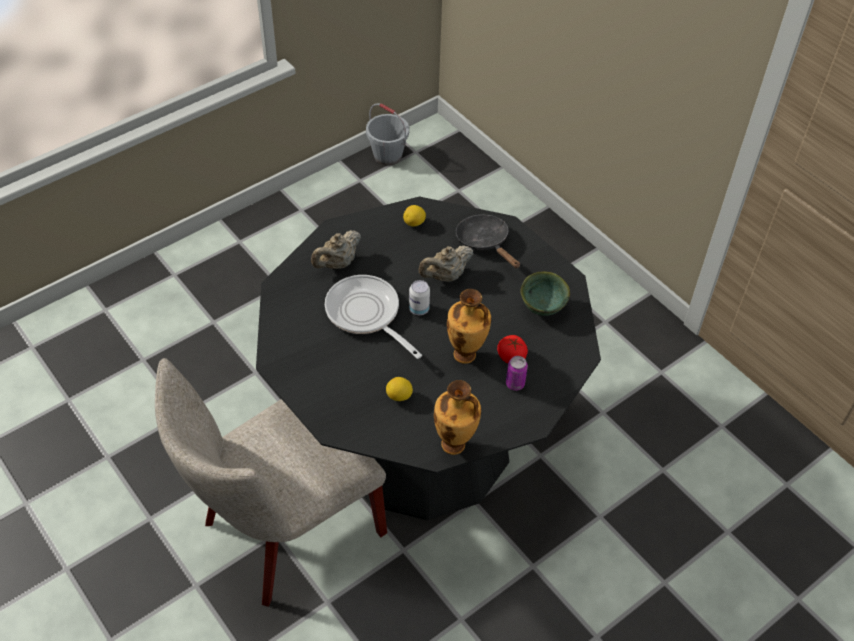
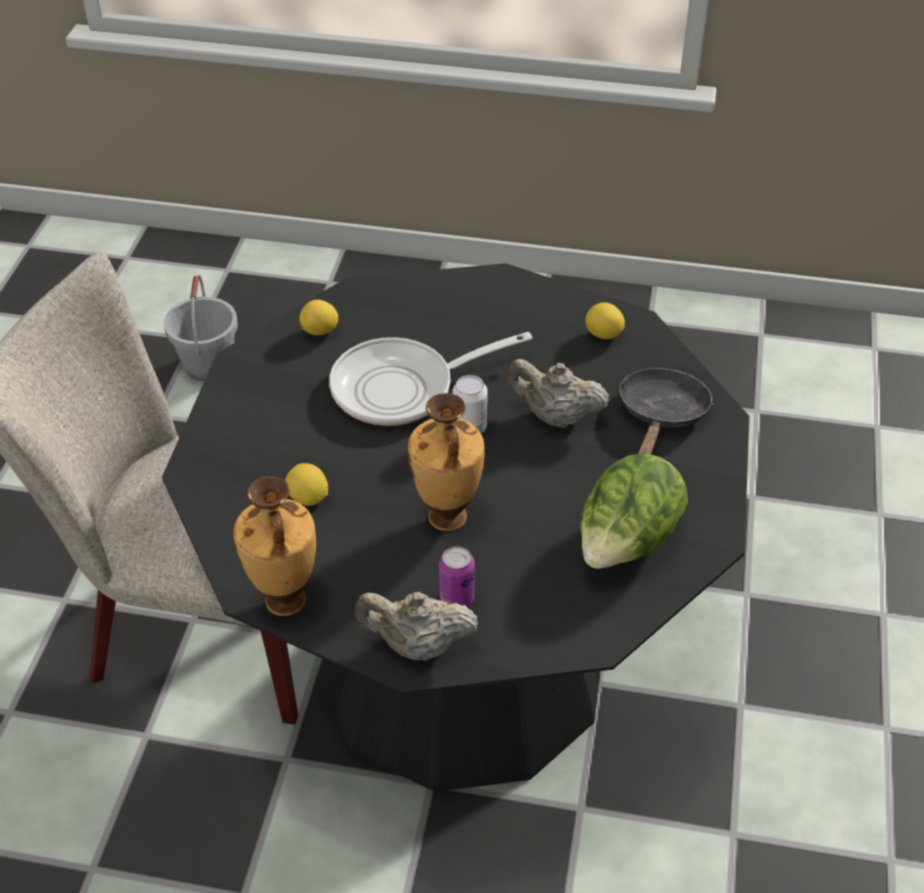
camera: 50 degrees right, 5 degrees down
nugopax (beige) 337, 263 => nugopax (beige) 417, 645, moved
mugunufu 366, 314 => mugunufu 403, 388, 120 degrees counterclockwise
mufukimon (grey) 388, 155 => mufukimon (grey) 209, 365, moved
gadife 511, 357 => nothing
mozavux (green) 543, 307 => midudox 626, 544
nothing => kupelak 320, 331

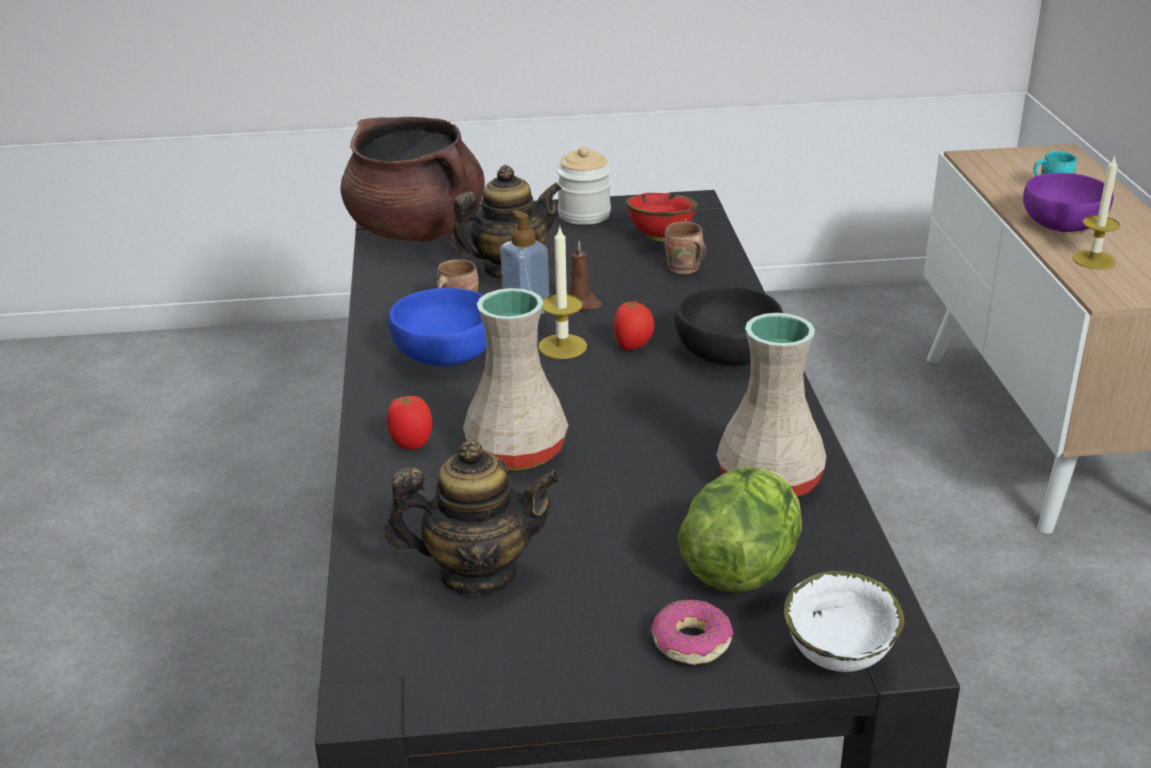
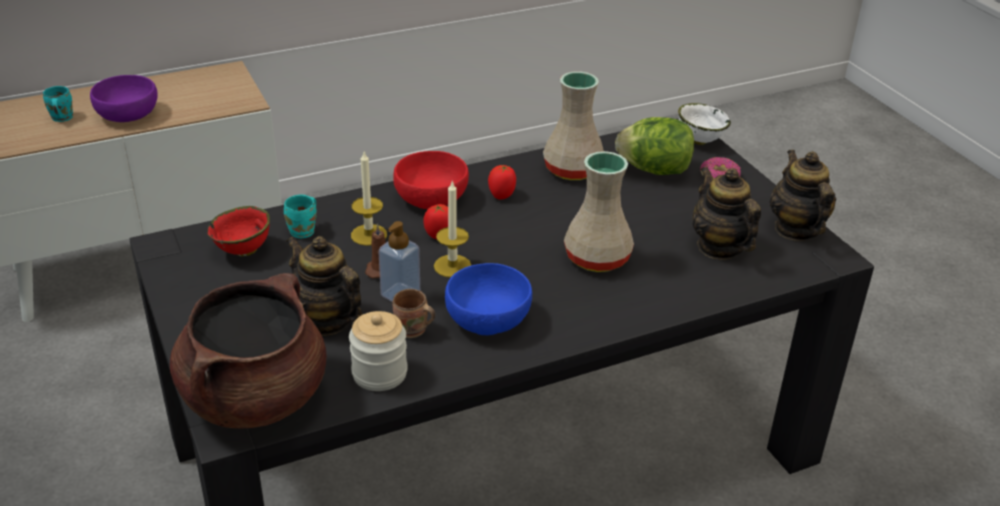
camera: 110 degrees left, 5 degrees up
gadife 411, 444 => gadife 502, 195, moved
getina 584, 215 => getina 379, 373, moved
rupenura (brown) 683, 270 => rupenura (turquoise) 304, 231
mozavux (black) 728, 353 => mozavux (red) 432, 197
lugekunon 1094, 260 => lugekunon 369, 235, moved
nothing => nugopax 796, 229

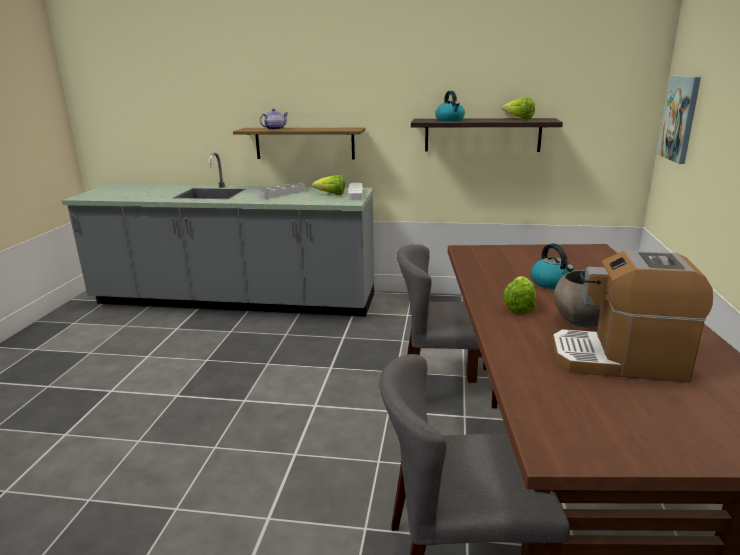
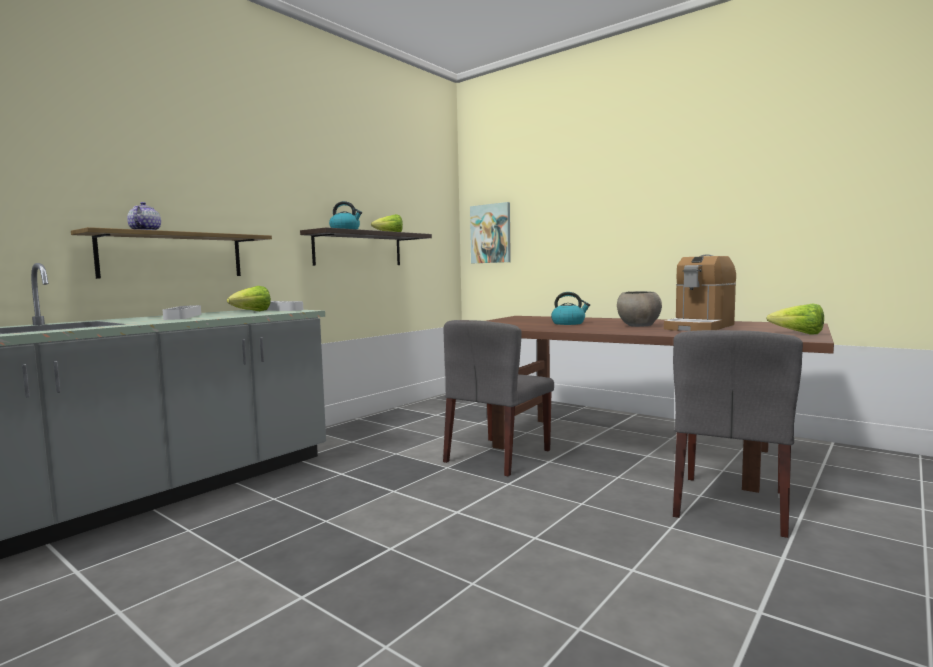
camera: 60 degrees left, 15 degrees down
midudox 518, 306 => midudox 798, 334, moved

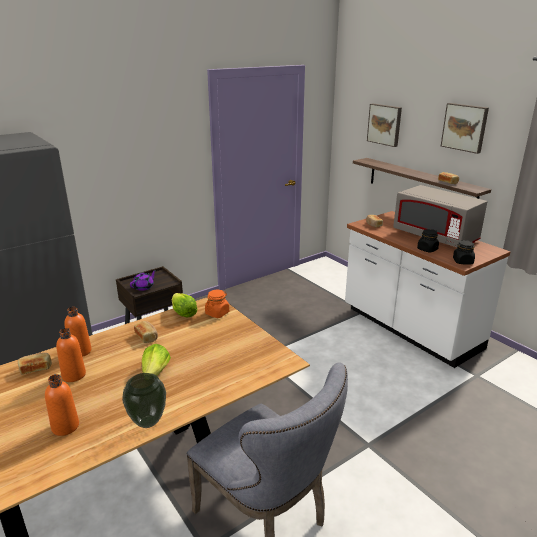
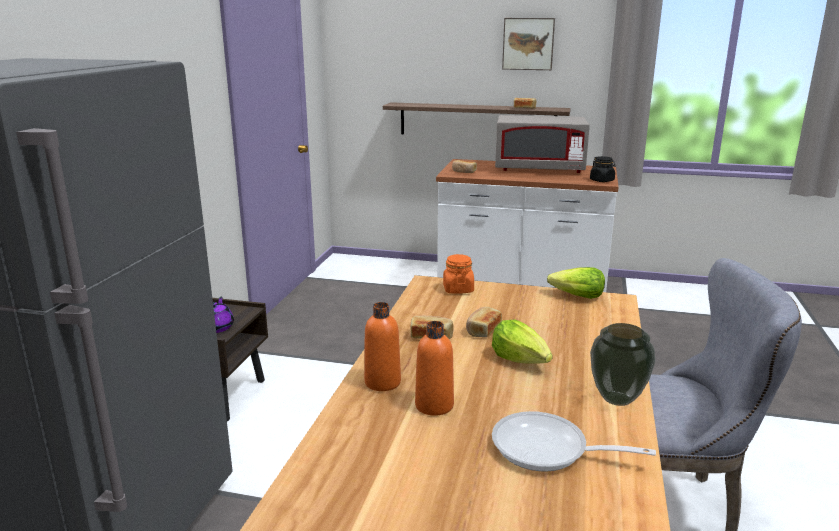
camera: 40 degrees left, 5 degrees down
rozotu 36, 368 => rozotu 482, 330, moved
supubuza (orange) 65, 426 => mugunufu 548, 450
midudox 183, 313 => midudox 577, 296, moved
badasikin 385, 124 => nothing
getina (black) 427, 249 => nothing

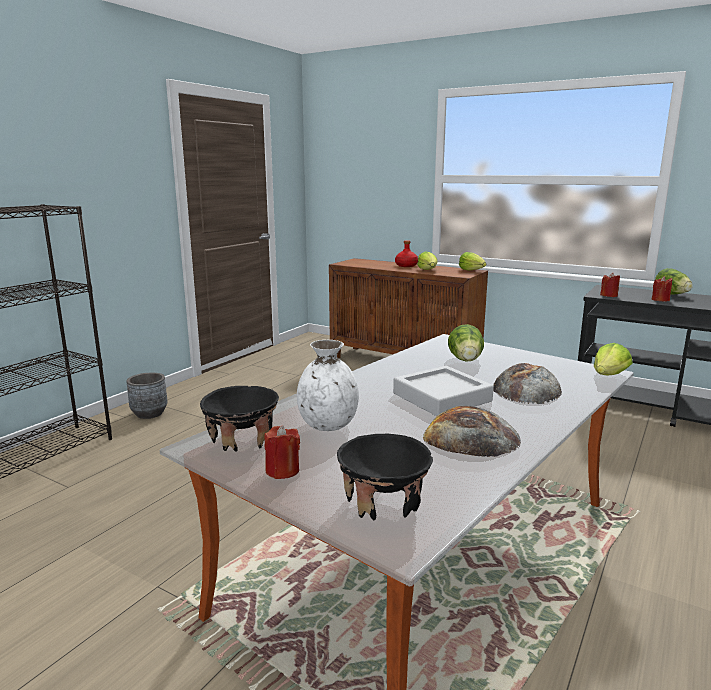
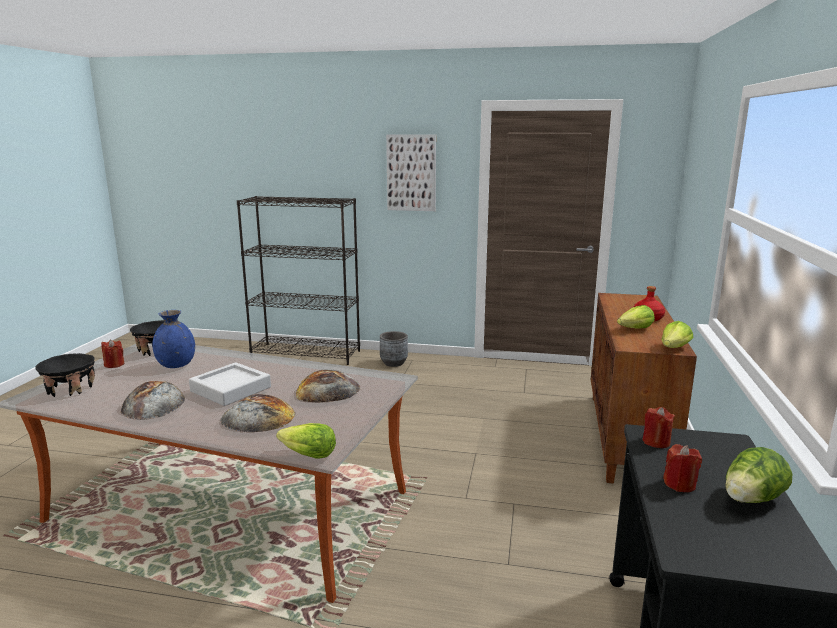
camera: 70 degrees right, 0 degrees up
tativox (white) 328, 425 => tativox (blue) 176, 365
midudox 466, 361 => rozotu 327, 390
nothing => badasikin 411, 173

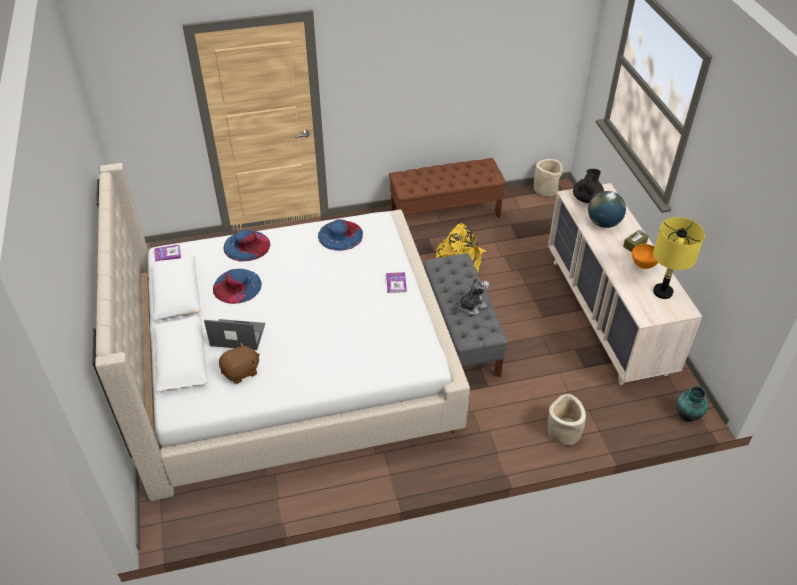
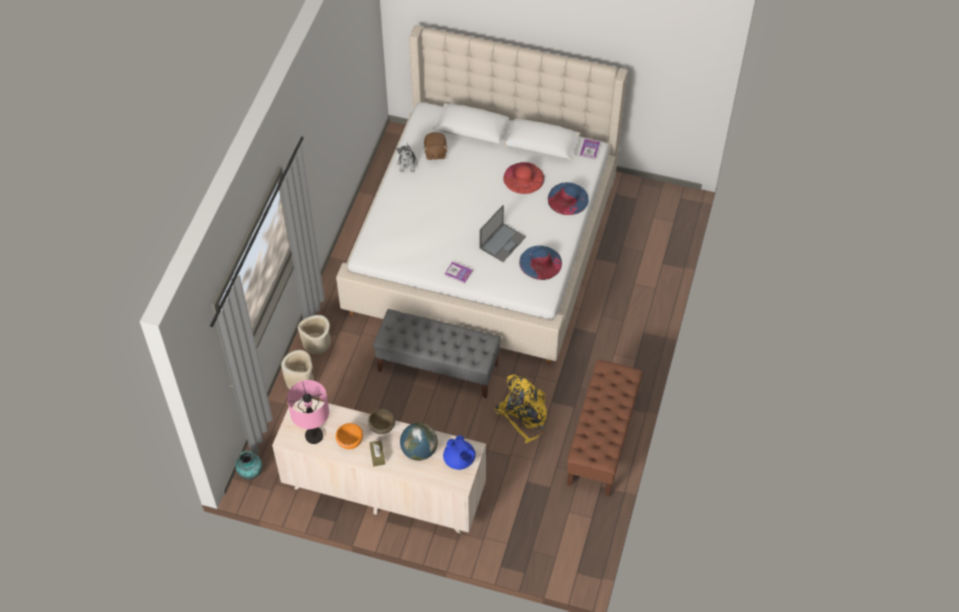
camera: 120 degrees right, 10 degrees up
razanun 237, 335 => razanun 502, 242, moved
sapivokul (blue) 237, 286 => sapivokul (red) 523, 178
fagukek 471, 306 => fagukek 407, 164, moved
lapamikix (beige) 546, 189 => lapamikix (beige) 316, 344, moved
nugopax (black) 587, 198 => nugopax (blue) 459, 460
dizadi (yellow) 662, 292 => dizadi (pink) 314, 436
nothing => mozavux (brown) 382, 428

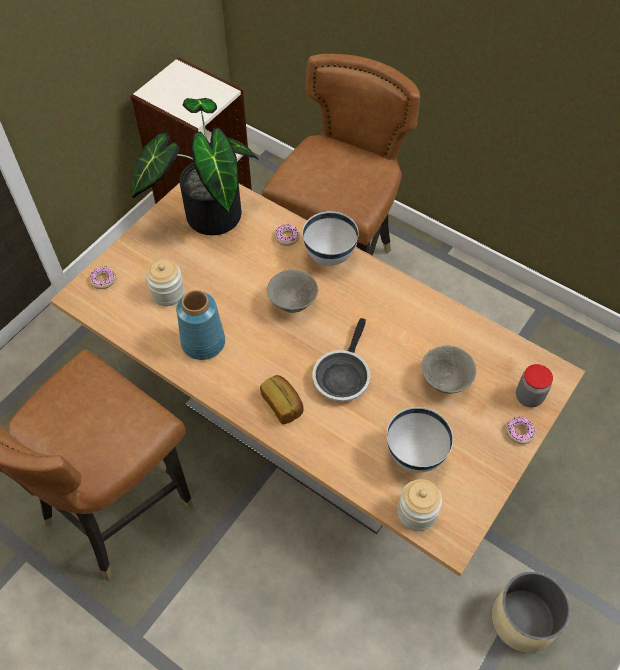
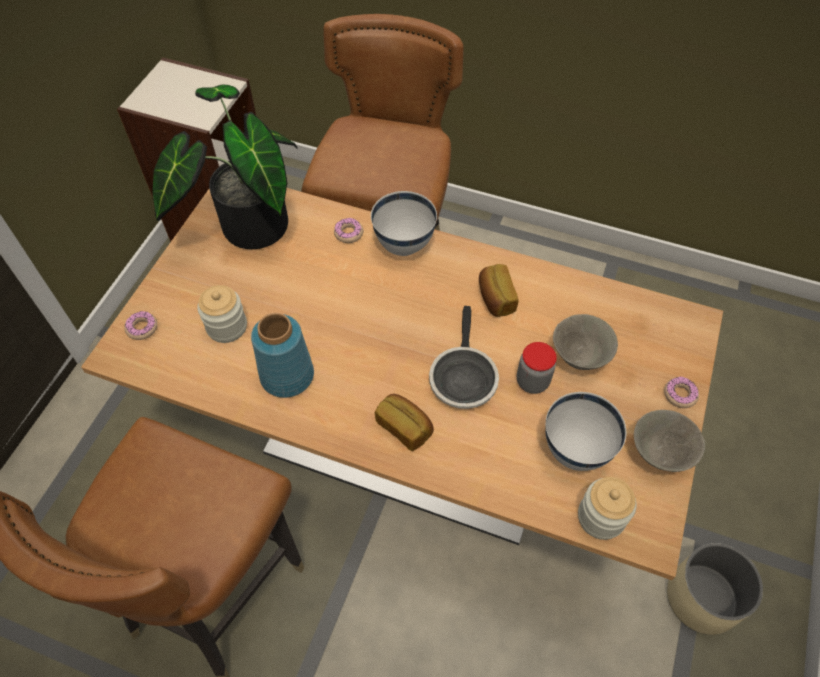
camera: 15 degrees left, 0 degrees up
mozavux (grey) 292, 303 => mozavux (grey) 659, 454, moved
getina 528, 397 => getina 532, 381, moved
nothing => rozotu 495, 298

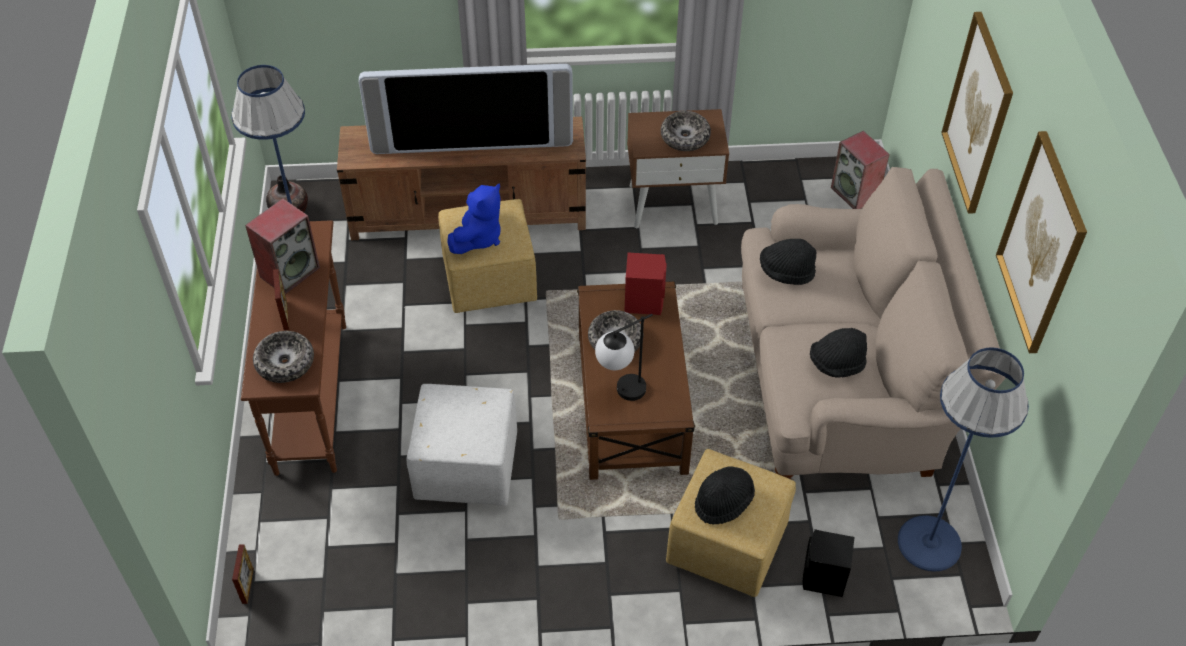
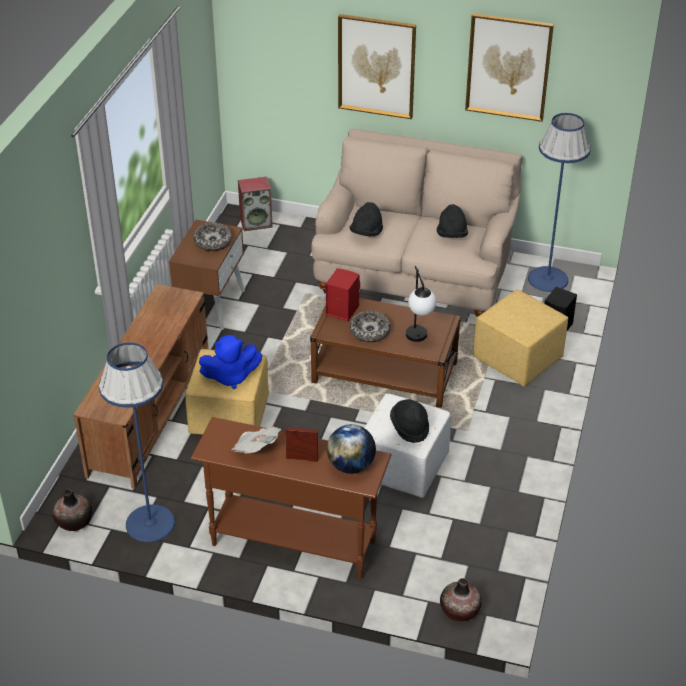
camera: 70 degrees left, 10 degrees down
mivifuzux 247, 586 => tativox 459, 611
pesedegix 290, 271 => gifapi 256, 449
mozavux 285, 363 => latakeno 351, 466
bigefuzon 472, 143 => nothing
fagukek (blue) 478, 237 => fagukek (blue) 231, 377, 120 degrees clockwise
sapivokul (black) 723, 502 => sapivokul (black) 410, 427, moved

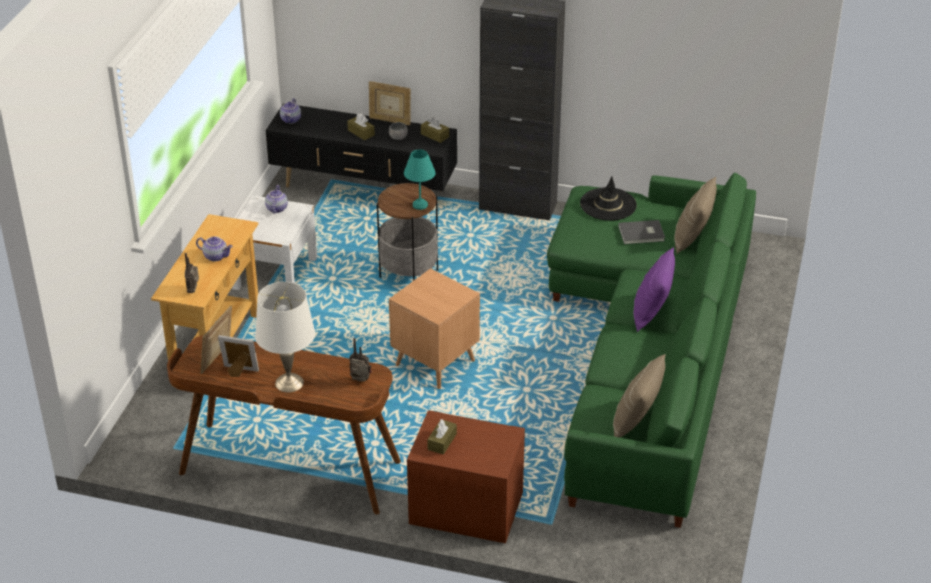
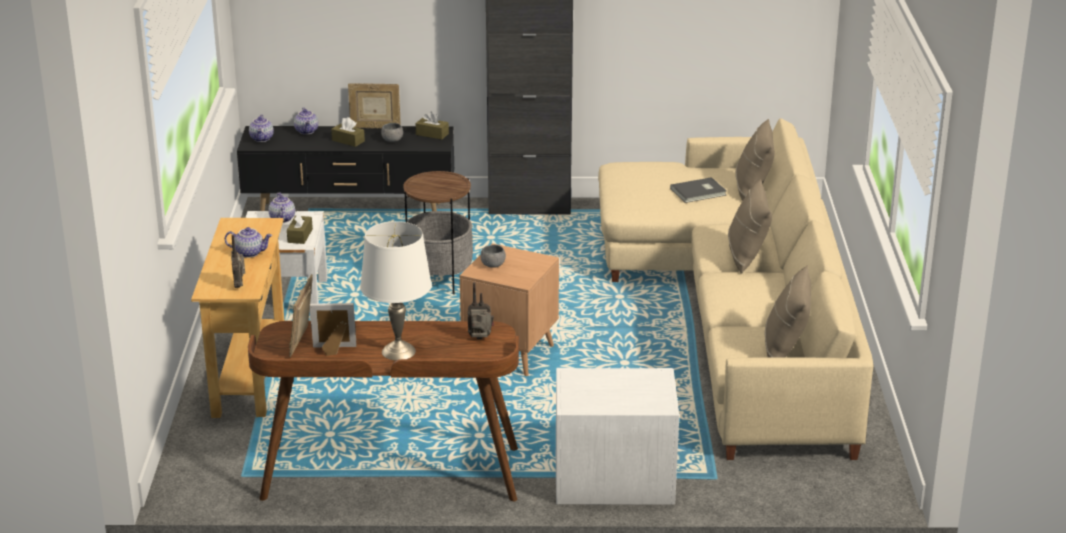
camera: 15 degrees left, 10 degrees down
dizadi (turquoise) 420, 205 => nothing
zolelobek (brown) 465, 507 => zolelobek (white) 613, 479
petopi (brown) 442, 442 => petopi (brown) 300, 236, moved
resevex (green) 649, 352 => resevex (beige) 738, 312
sapivokul (black) 608, 204 => nothing
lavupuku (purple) 651, 312 => lavupuku (beige) 746, 256
nothing => nugopax 307, 131
nothing => mozavux (grey) 493, 265

